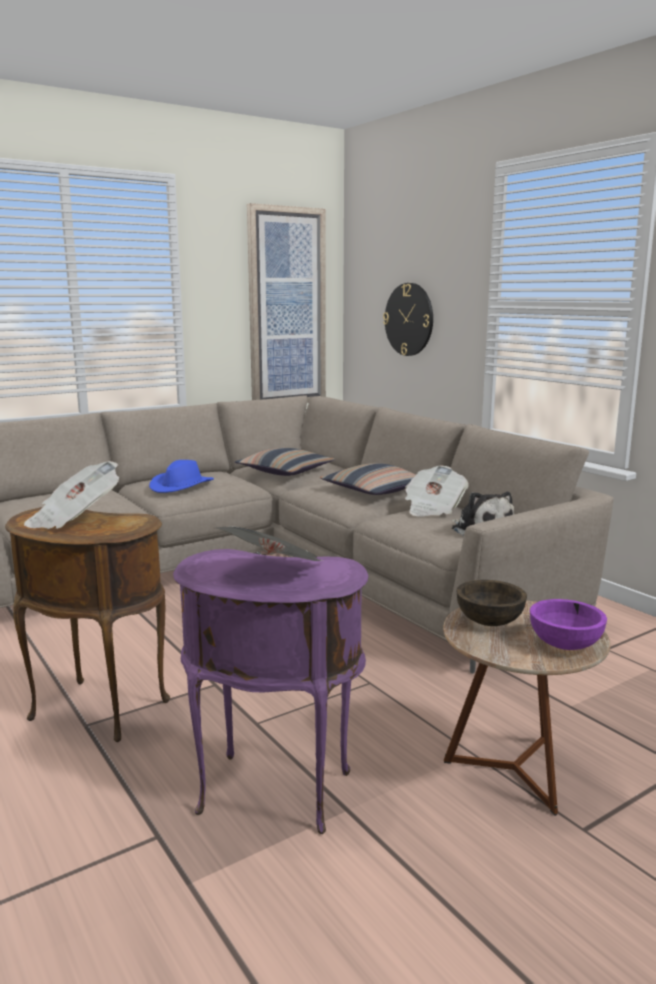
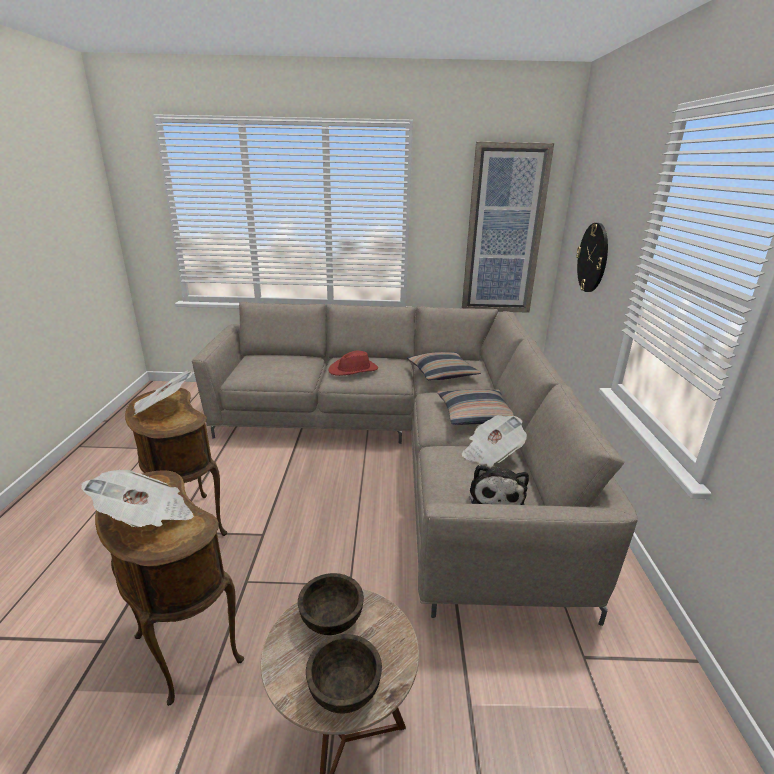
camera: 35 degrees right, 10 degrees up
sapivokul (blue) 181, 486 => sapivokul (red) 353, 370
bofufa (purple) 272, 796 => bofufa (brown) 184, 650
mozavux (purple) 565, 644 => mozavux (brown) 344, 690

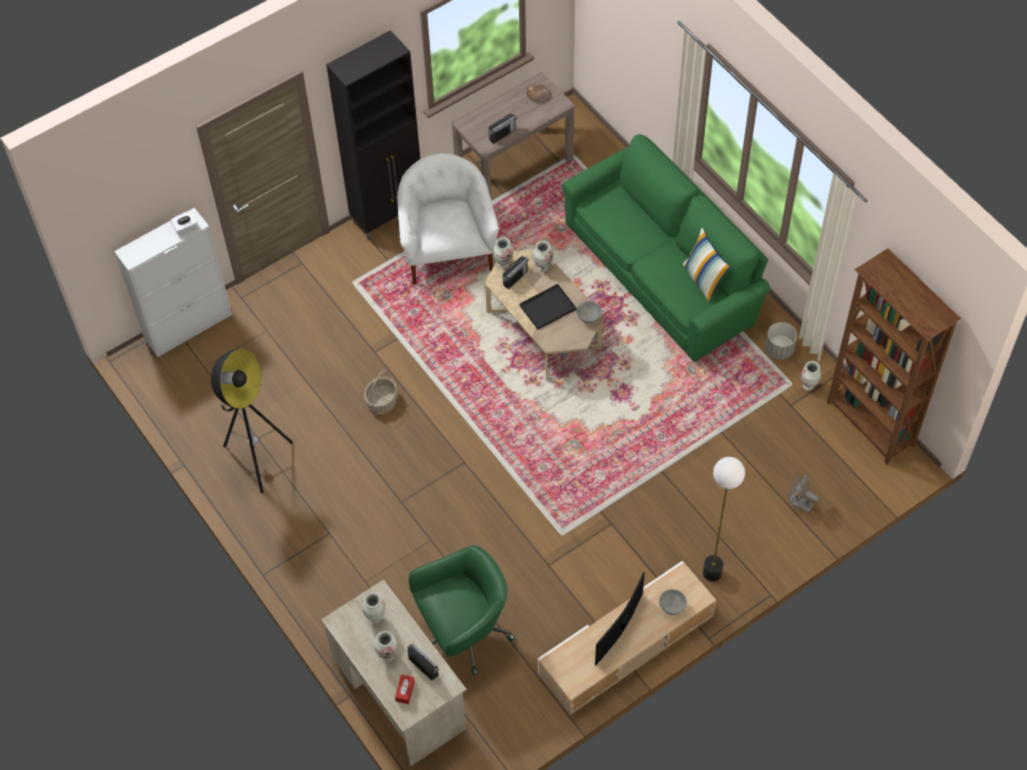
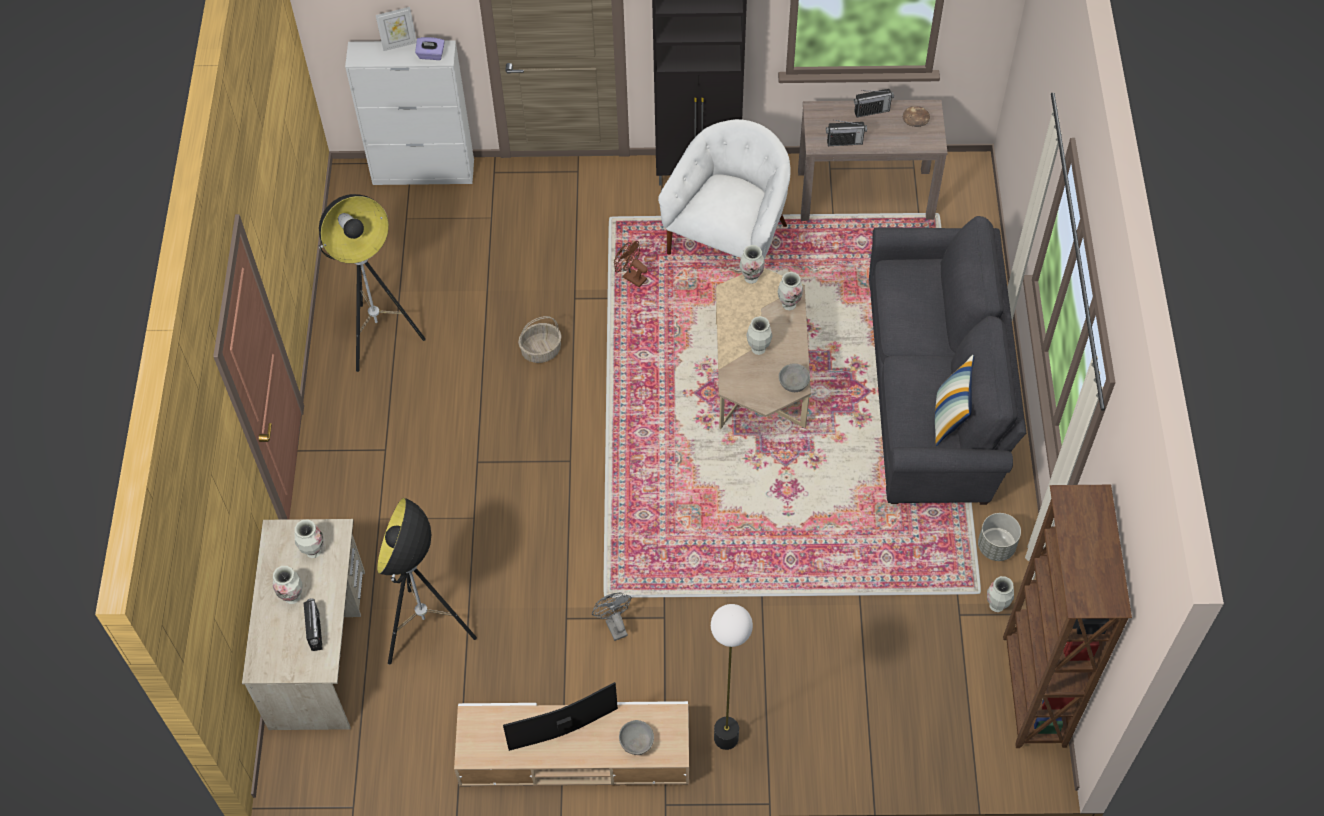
camera: 35 degrees right, 0 degrees up
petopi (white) 185, 227 => petopi (purple) 431, 55
petopi (red) 405, 691 => nothing
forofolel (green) 463, 633 => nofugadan 427, 631
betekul 515, 278 => betekul 871, 111, moved
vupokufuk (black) 547, 308 => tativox 758, 349
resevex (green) 664, 273 => resevex (grey) 934, 391
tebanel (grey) 799, 503 => tebanel (grey) 614, 625, moved
nothing => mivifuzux 399, 44
nothing => tebanel (brown) 631, 277

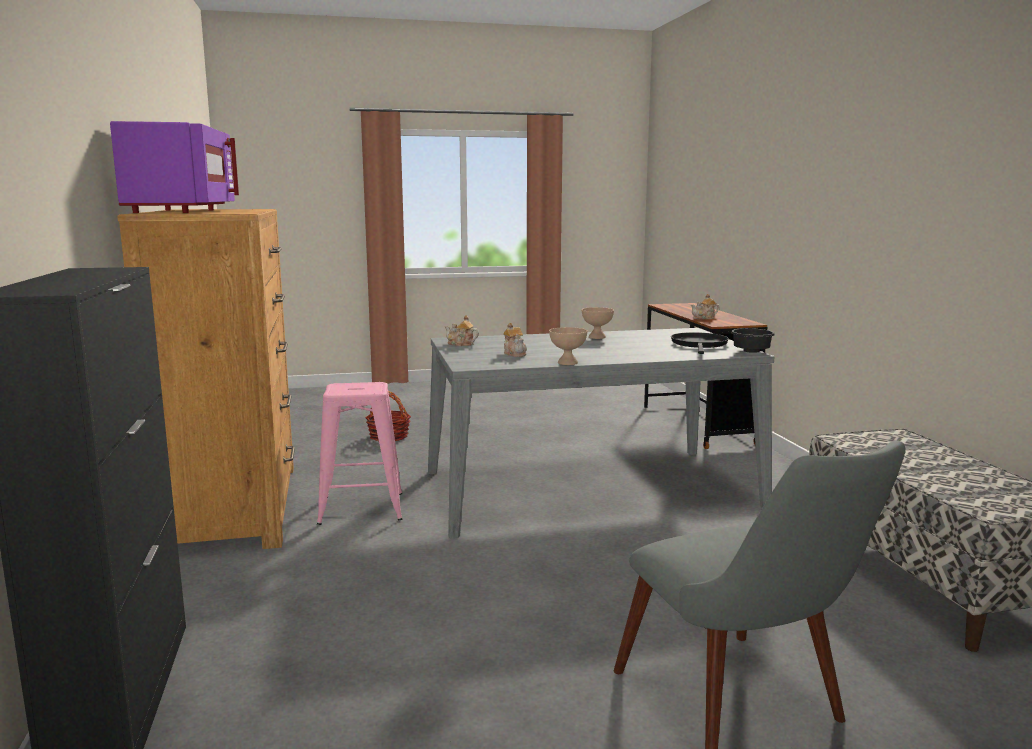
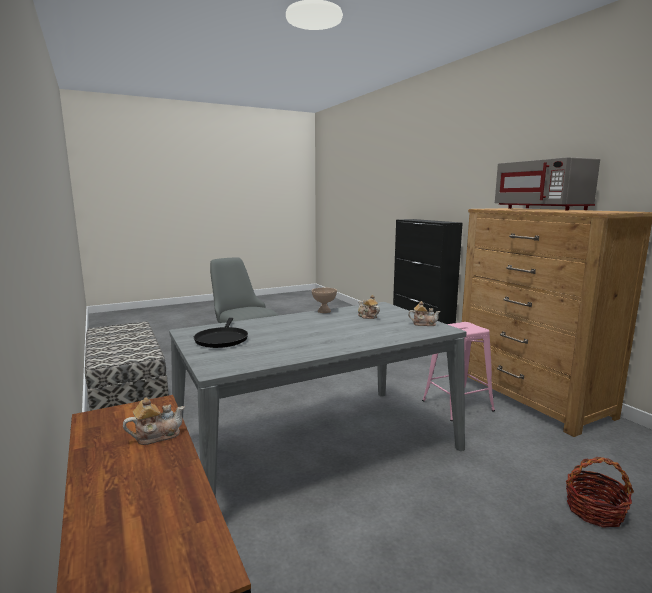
camera: 165 degrees right, 0 degrees up
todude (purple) 181, 211 => todude (grey) 541, 209
mozavux (beige) 596, 337 => nothing
mozavux (black) 750, 351 => nothing

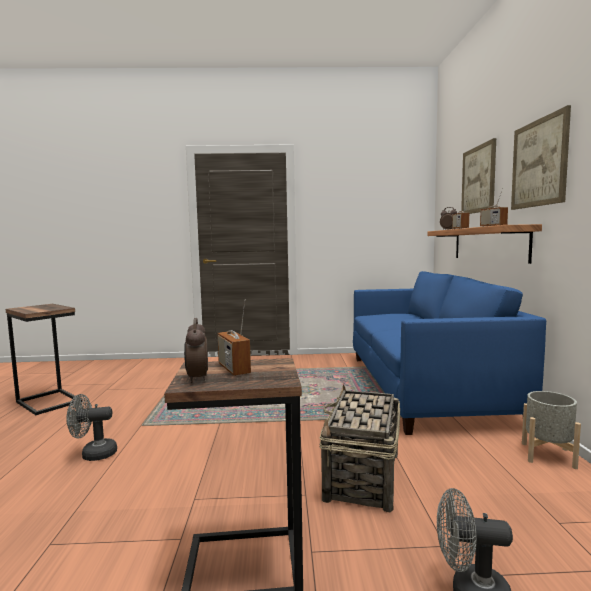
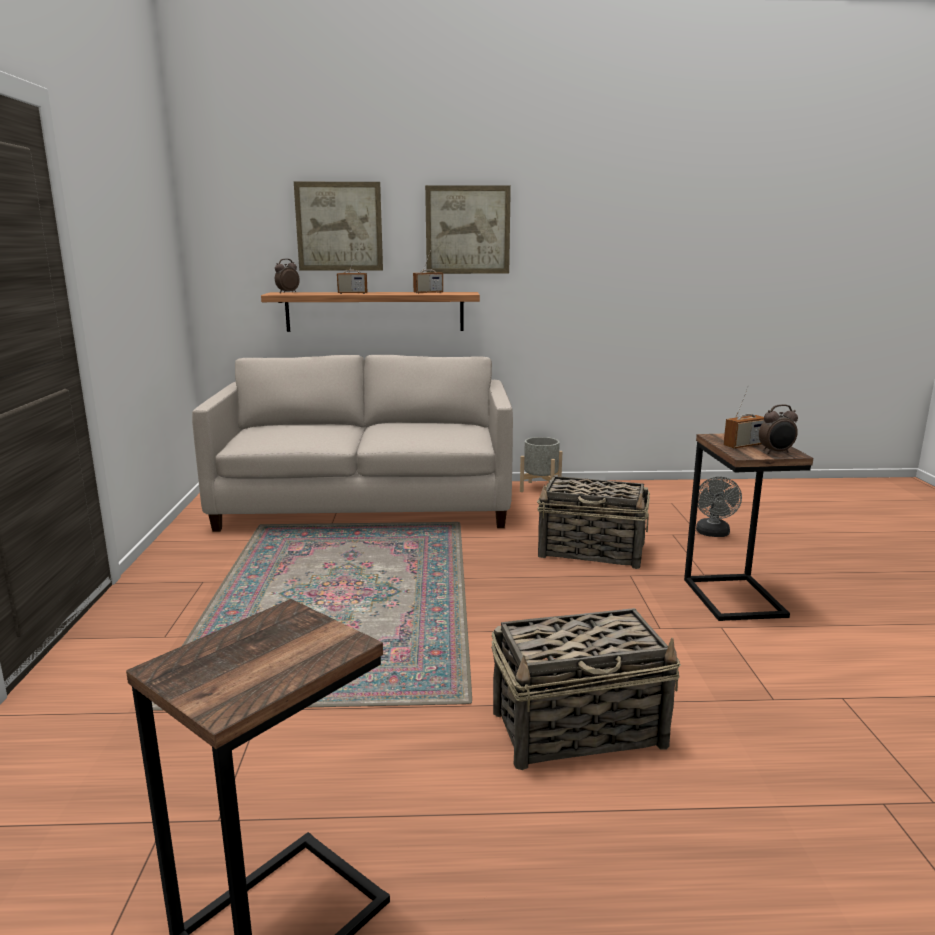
camera: 90 degrees left, 10 degrees up
tebanel (grey) 93, 454 => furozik 580, 729
resevex (blue) 424, 387 => resevex (beige) 366, 505

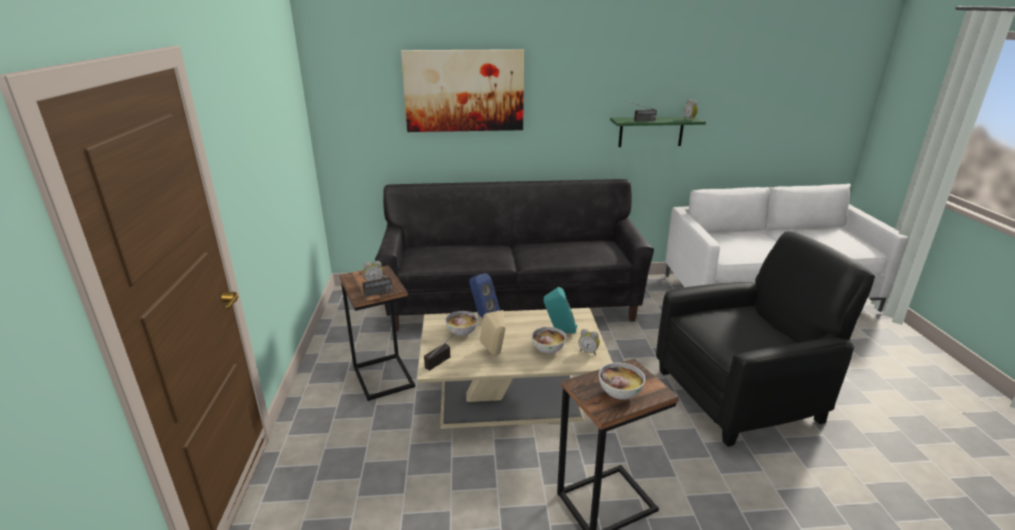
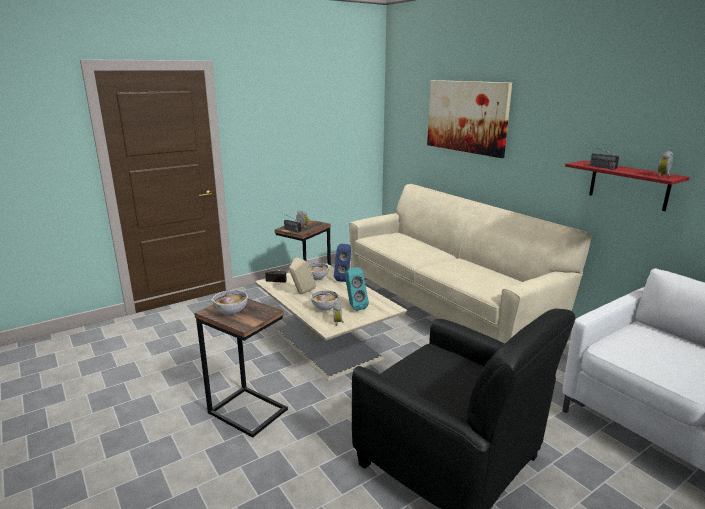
camera: 60 degrees right, 5 degrees down
resevex (black) 512, 304 => resevex (beige) 445, 310
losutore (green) 651, 131 => losutore (red) 628, 185

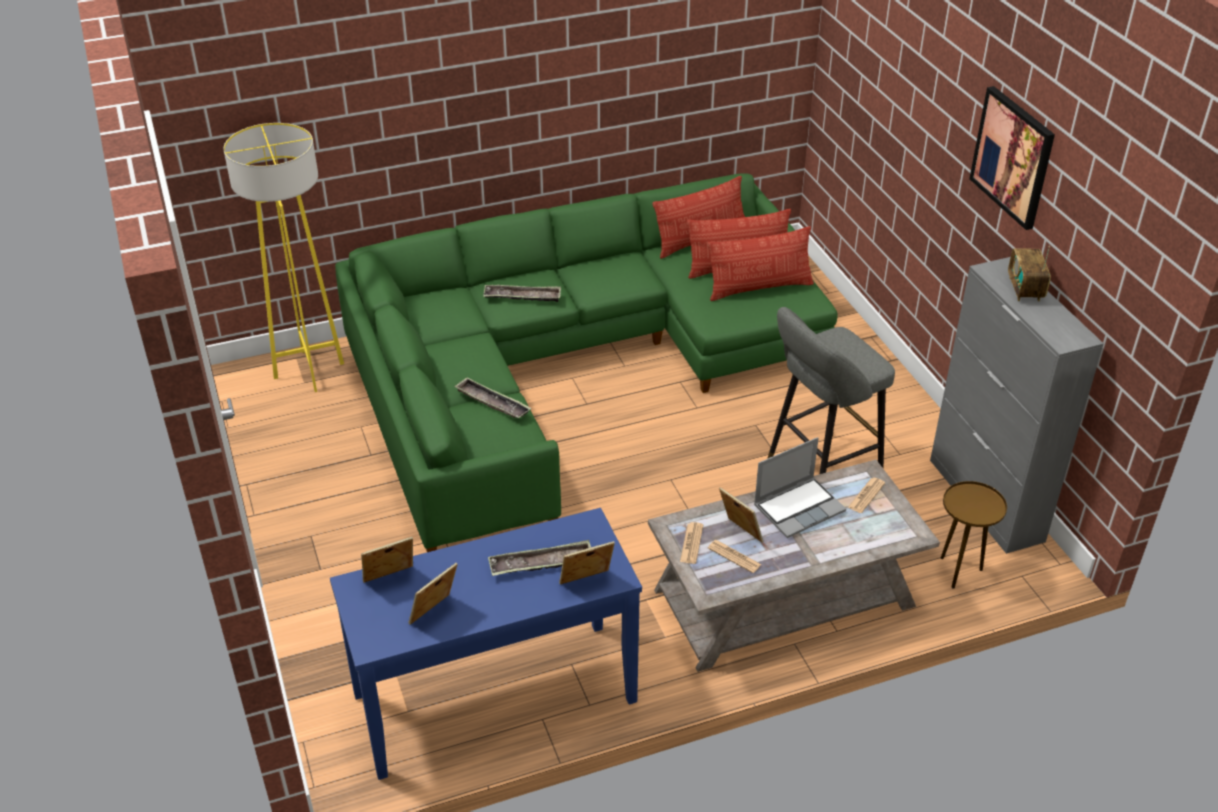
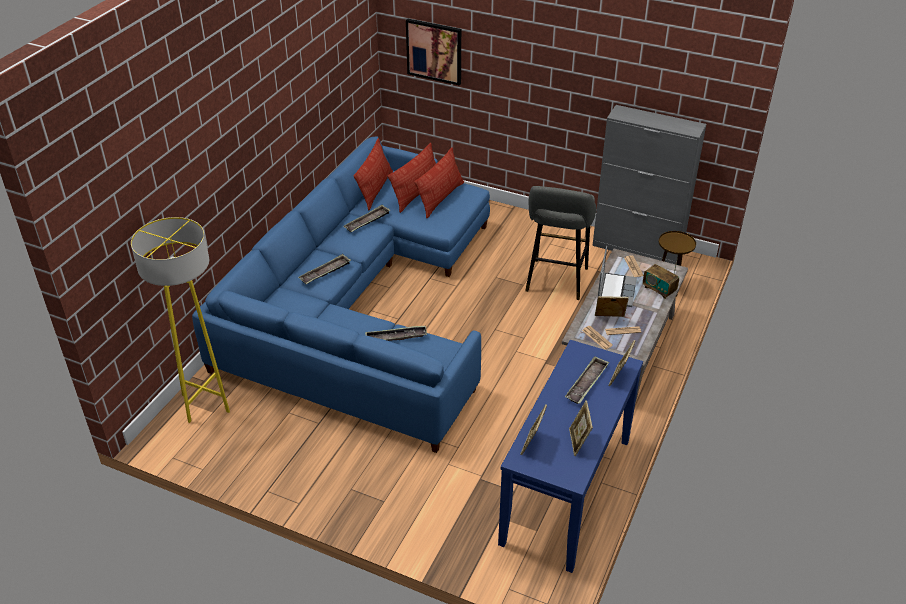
camera: 45 degrees left, 0 degrees up
resevex (green) 568, 368 => resevex (blue) 361, 307
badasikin 1013, 157 => badasikin 434, 51, moved
betekul 1025, 289 => betekul 659, 290, moved
nothing => vupokufuk 367, 221

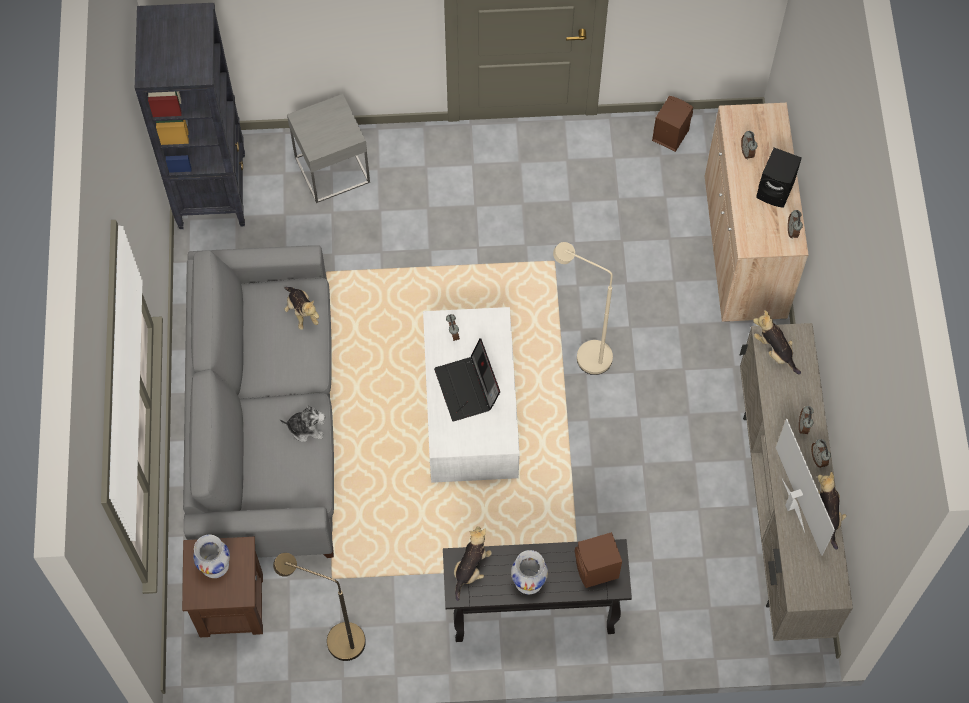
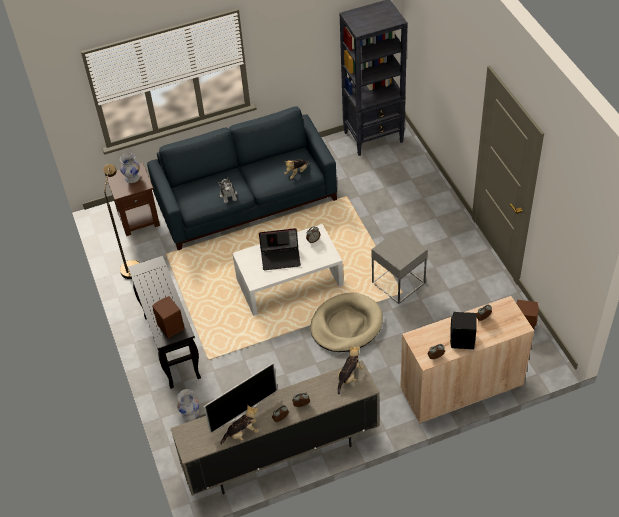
camera: 75 degrees right, 15 degrees down
resevex (grey) 267, 421 => resevex (blue) 247, 200
bofufa (grey) 332, 169 => bofufa (grey) 398, 283, moved
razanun 468, 389 => razanun 281, 257, 150 degrees counterclockwise
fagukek 471, 568 => nothing
tativox (white) 529, 580 => tativox (white) 190, 413, moved
nofugadan (beige) 584, 355 => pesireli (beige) 346, 325

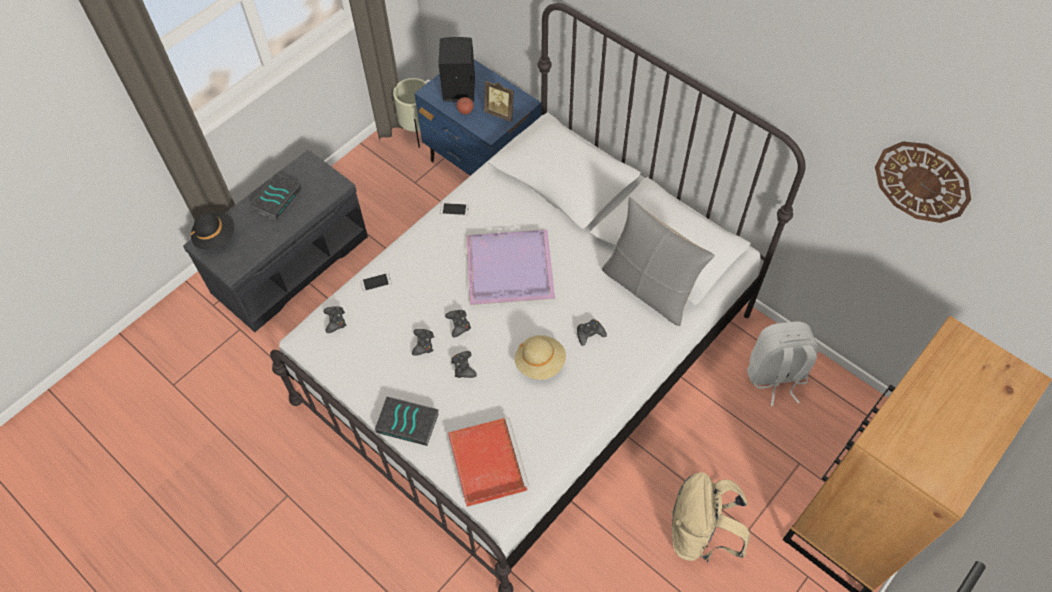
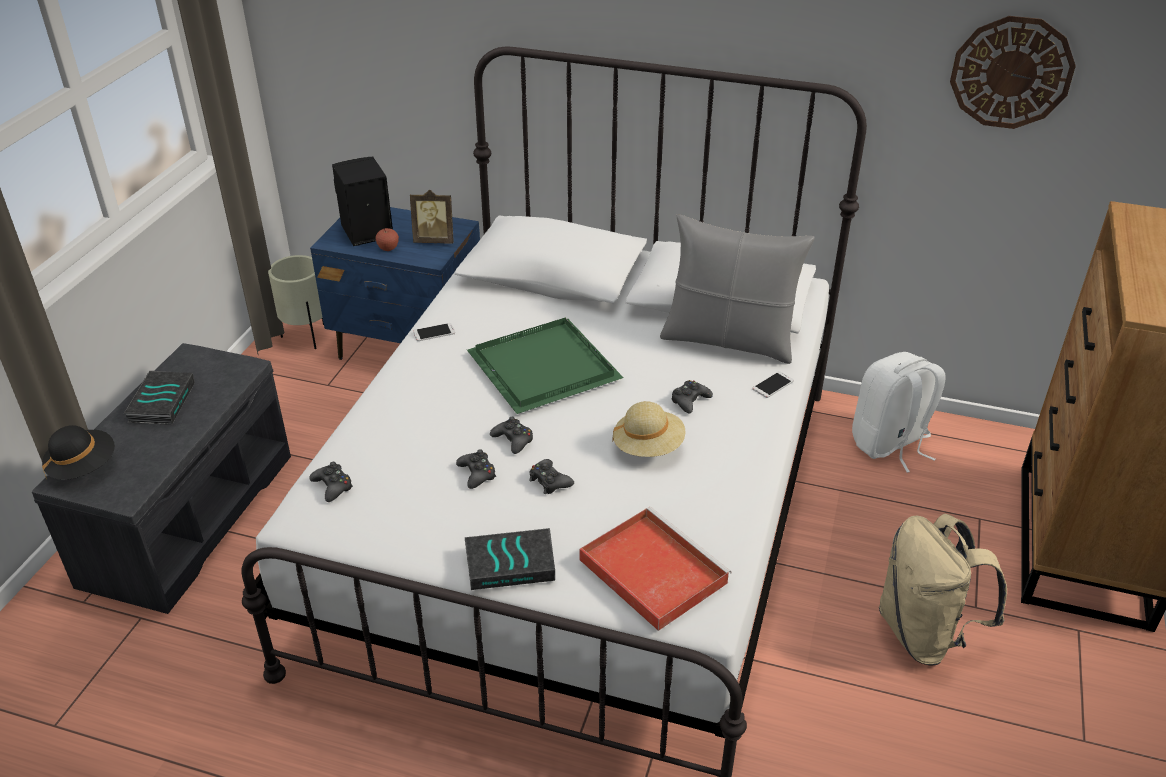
camera: 25 degrees left, 20 degrees down
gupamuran 376, 282 => gupamuran 773, 385, moved
vupokufuk (purple) 507, 267 => vupokufuk (green) 540, 367

